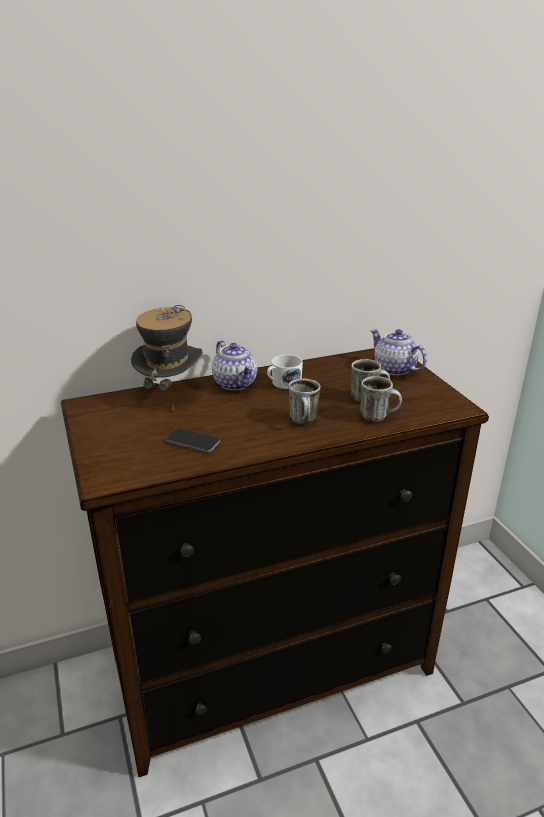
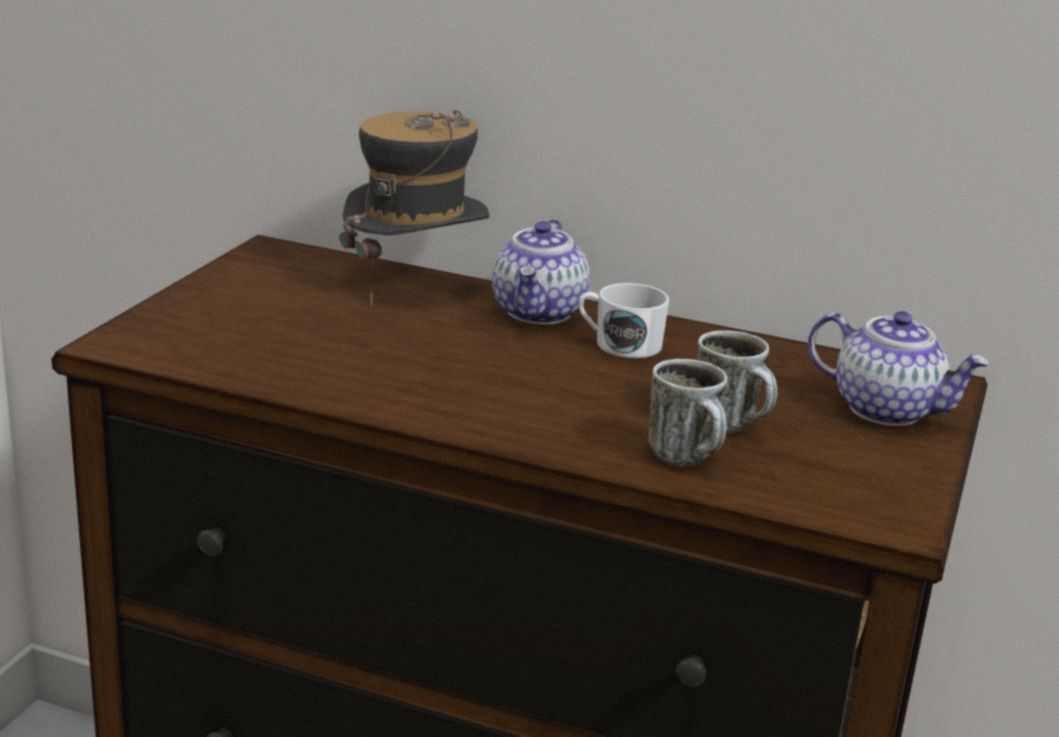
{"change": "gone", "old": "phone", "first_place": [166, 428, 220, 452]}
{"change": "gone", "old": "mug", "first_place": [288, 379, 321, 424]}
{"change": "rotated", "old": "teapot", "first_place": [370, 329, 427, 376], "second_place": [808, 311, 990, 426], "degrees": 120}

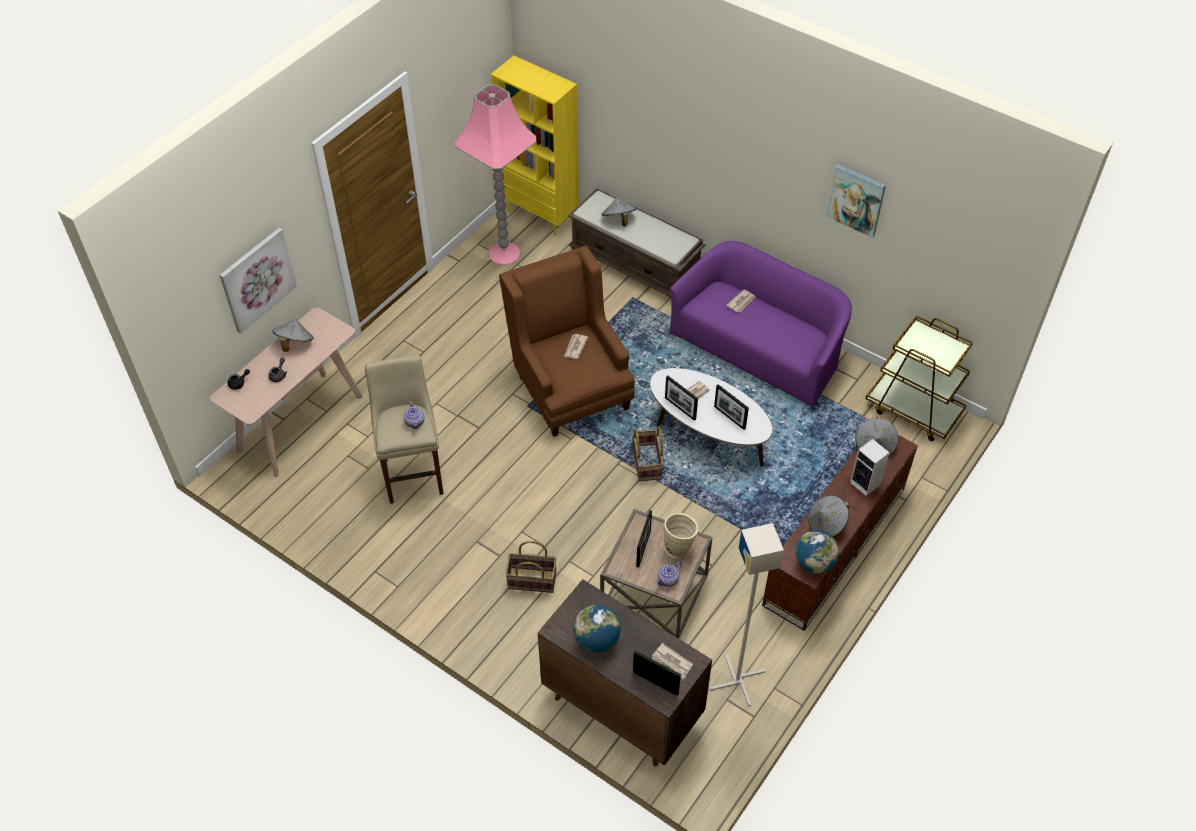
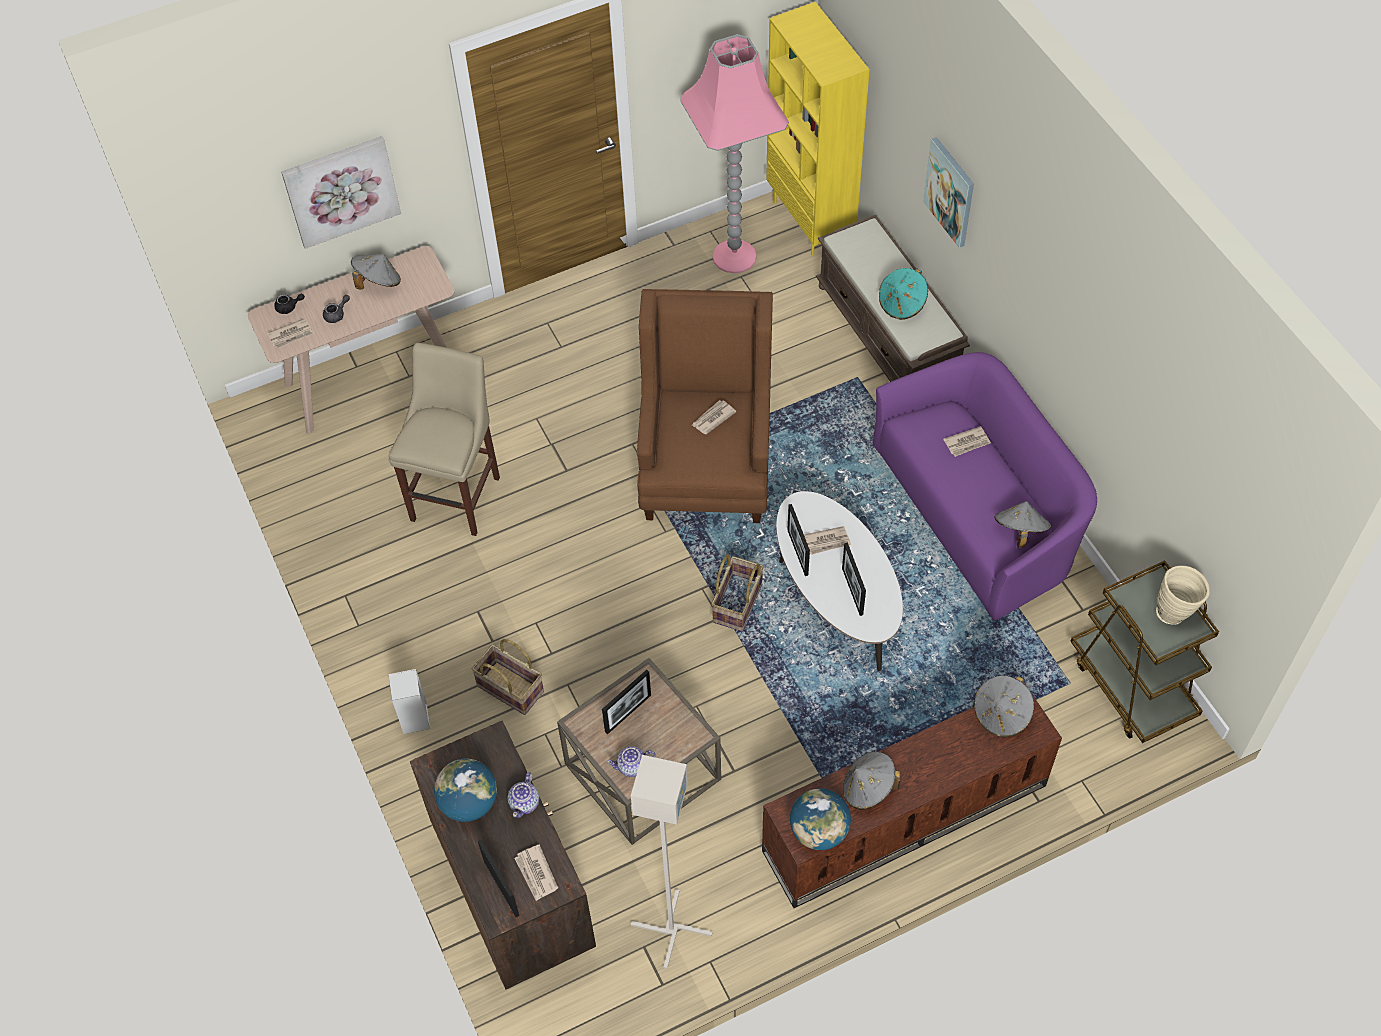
{"change": "new", "new": "newspaper", "second_place": [267, 318, 314, 349]}
{"change": "new", "new": "hat in turquoise", "second_place": [879, 268, 928, 320]}
{"change": "shifted", "old": "teapot", "first_place": [403, 402, 424, 429], "second_place": [507, 772, 539, 818]}
{"change": "shifted", "old": "hat in grey", "first_place": [601, 198, 637, 227], "second_place": [995, 501, 1051, 548]}
{"change": "shifted", "old": "vase in beige", "first_place": [664, 513, 698, 558], "second_place": [1156, 566, 1210, 625]}
{"change": "shifted", "old": "picture", "first_place": [826, 164, 886, 238], "second_place": [923, 137, 974, 248]}
{"change": "shifted", "old": "speaker", "first_place": [850, 439, 890, 496], "second_place": [388, 669, 431, 734]}

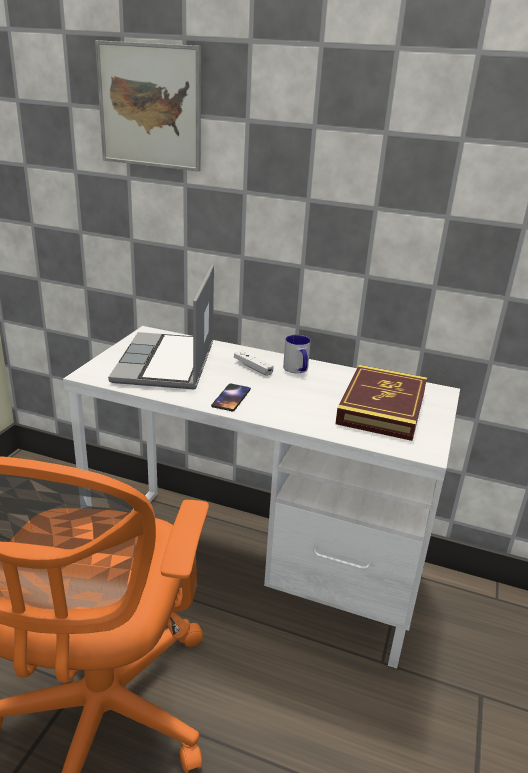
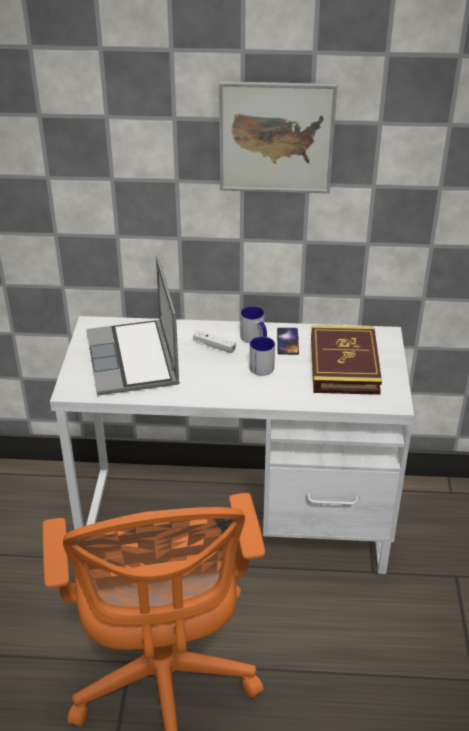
{"change": "new", "new": "mug", "second_place": [250, 336, 275, 376]}
{"change": "shifted", "old": "picture", "first_place": [95, 40, 201, 171], "second_place": [219, 81, 337, 194]}
{"change": "shifted", "old": "phone", "first_place": [211, 383, 251, 411], "second_place": [277, 328, 299, 355]}

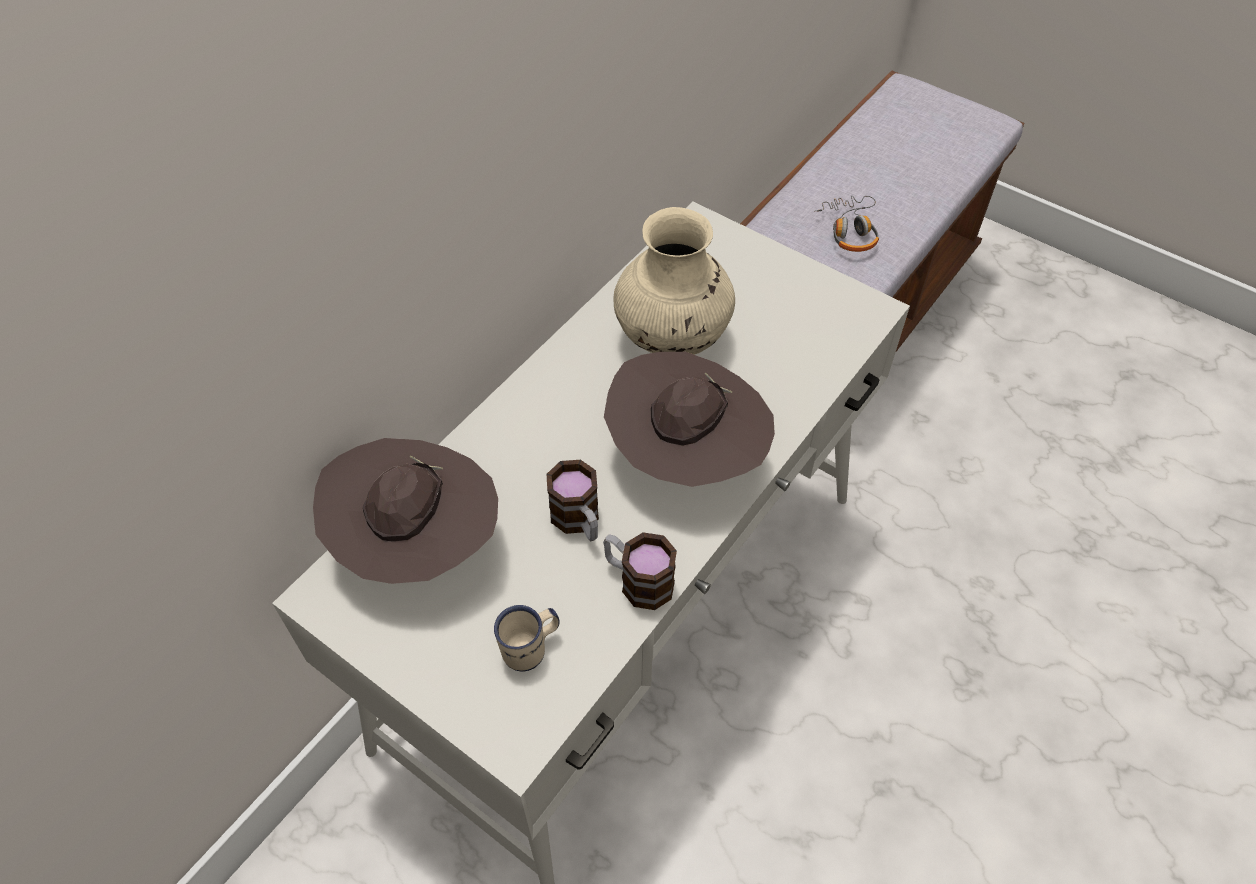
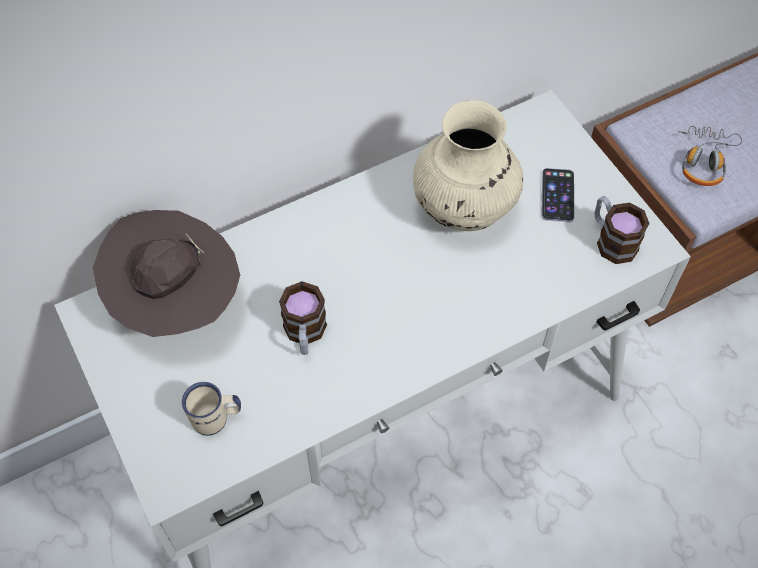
{"change": "gone", "old": "hat in brown", "first_place": [604, 352, 775, 487]}
{"change": "new", "new": "phone", "second_place": [542, 168, 574, 222]}
{"change": "shifted", "old": "mug", "first_place": [603, 532, 677, 610], "second_place": [594, 196, 649, 264]}

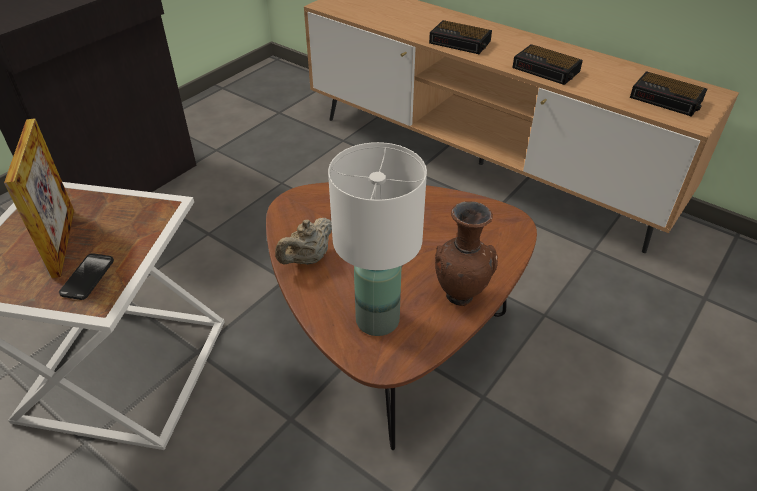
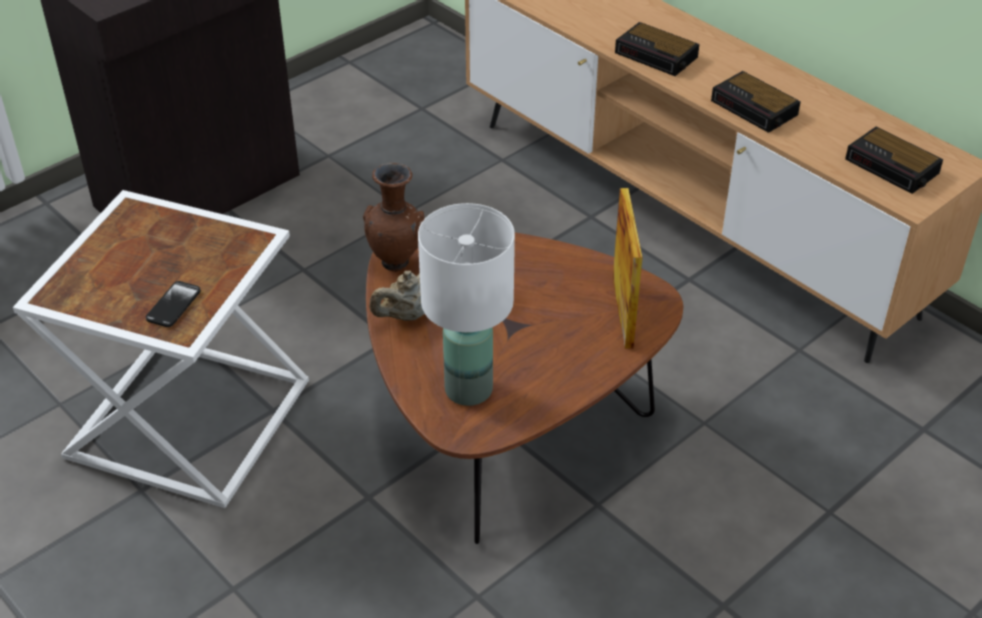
{"change": "shifted", "old": "picture frame", "first_place": [4, 118, 74, 278], "second_place": [613, 188, 643, 349]}
{"change": "shifted", "old": "vase in brown", "first_place": [435, 201, 498, 306], "second_place": [363, 163, 425, 272]}

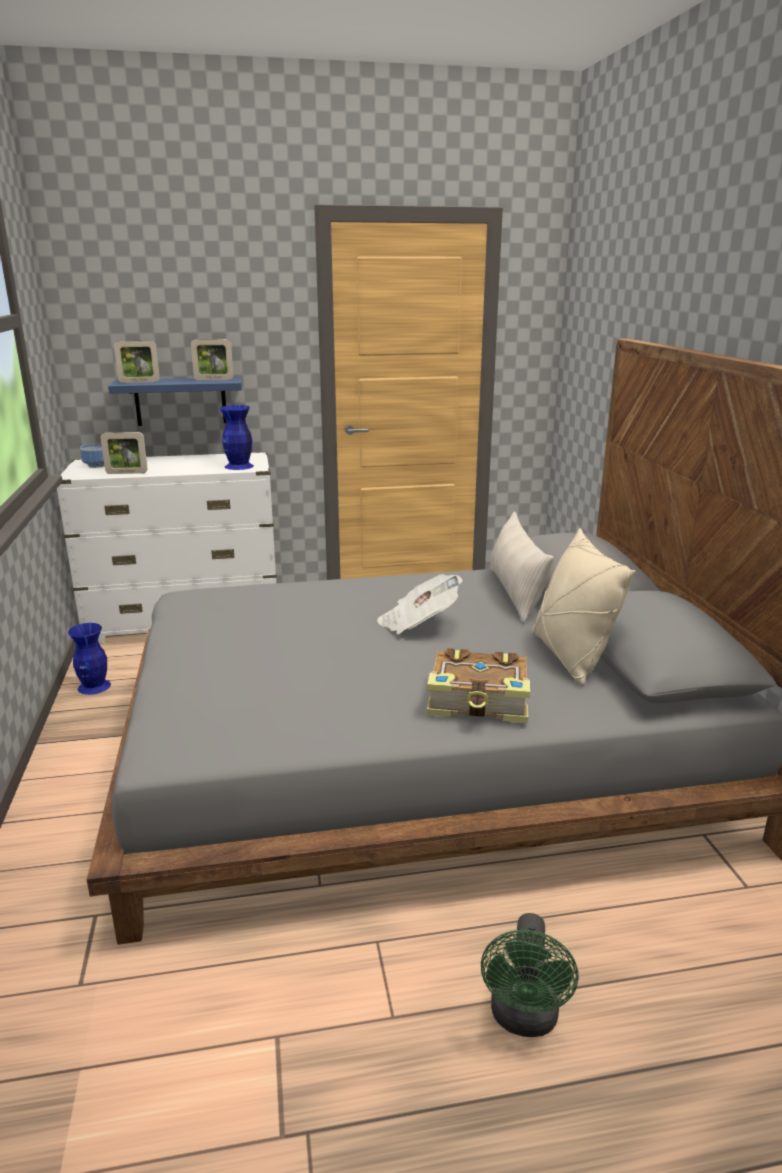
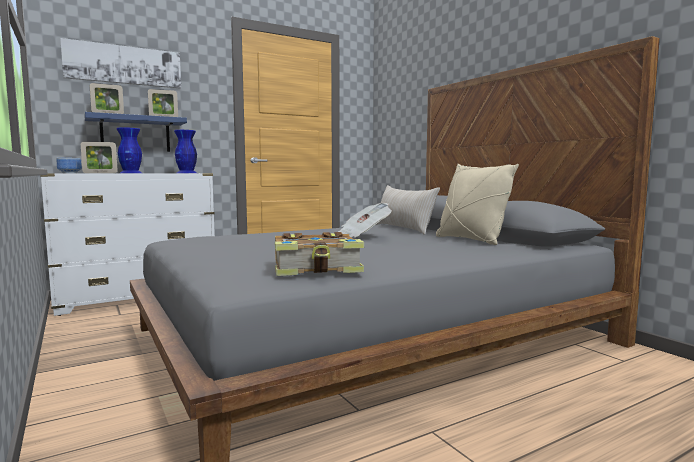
{"change": "gone", "old": "fan in green", "first_place": [481, 913, 578, 1037]}
{"change": "new", "new": "picture", "second_place": [60, 38, 181, 89]}
{"change": "shifted", "old": "vase in blue", "first_place": [68, 623, 111, 695], "second_place": [117, 127, 142, 173]}
{"change": "shifted", "old": "book", "first_place": [427, 648, 530, 723], "second_place": [275, 232, 364, 276]}

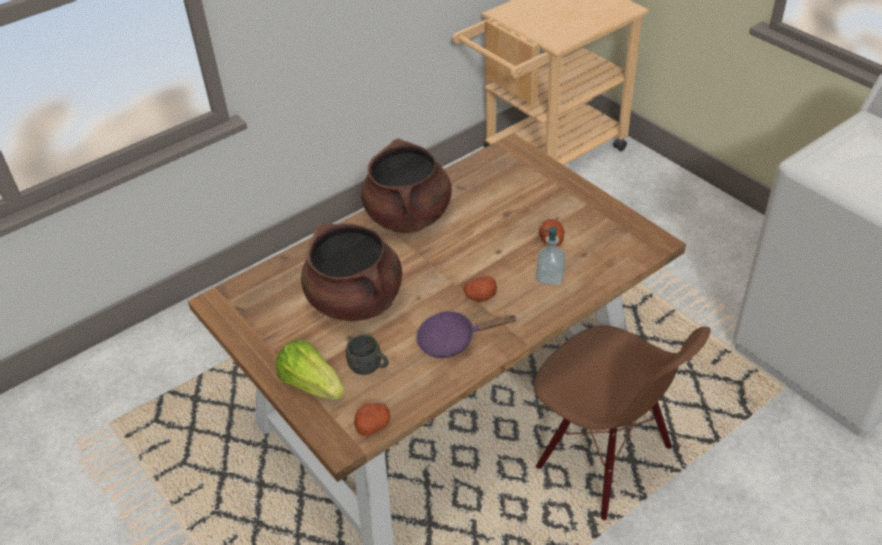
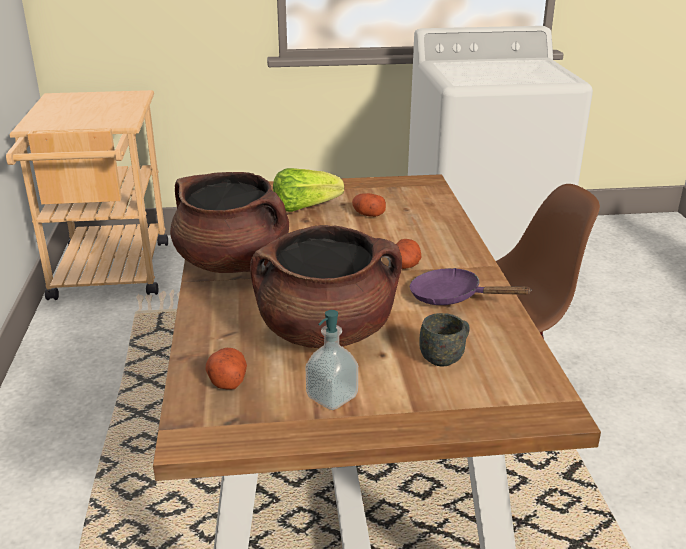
{"change": "shifted", "old": "lettuce", "first_place": [276, 340, 345, 400], "second_place": [273, 168, 344, 212]}
{"change": "shifted", "old": "potato", "first_place": [354, 403, 391, 436], "second_place": [205, 348, 247, 390]}
{"change": "shifted", "old": "soap dispenser", "first_place": [536, 227, 566, 285], "second_place": [305, 310, 358, 410]}
{"change": "rotated", "old": "frying pan in purple", "first_place": [416, 312, 517, 358], "second_place": [410, 268, 532, 305], "degrees": 90}

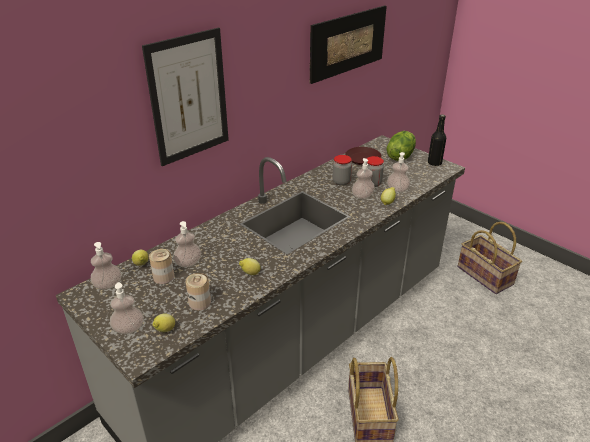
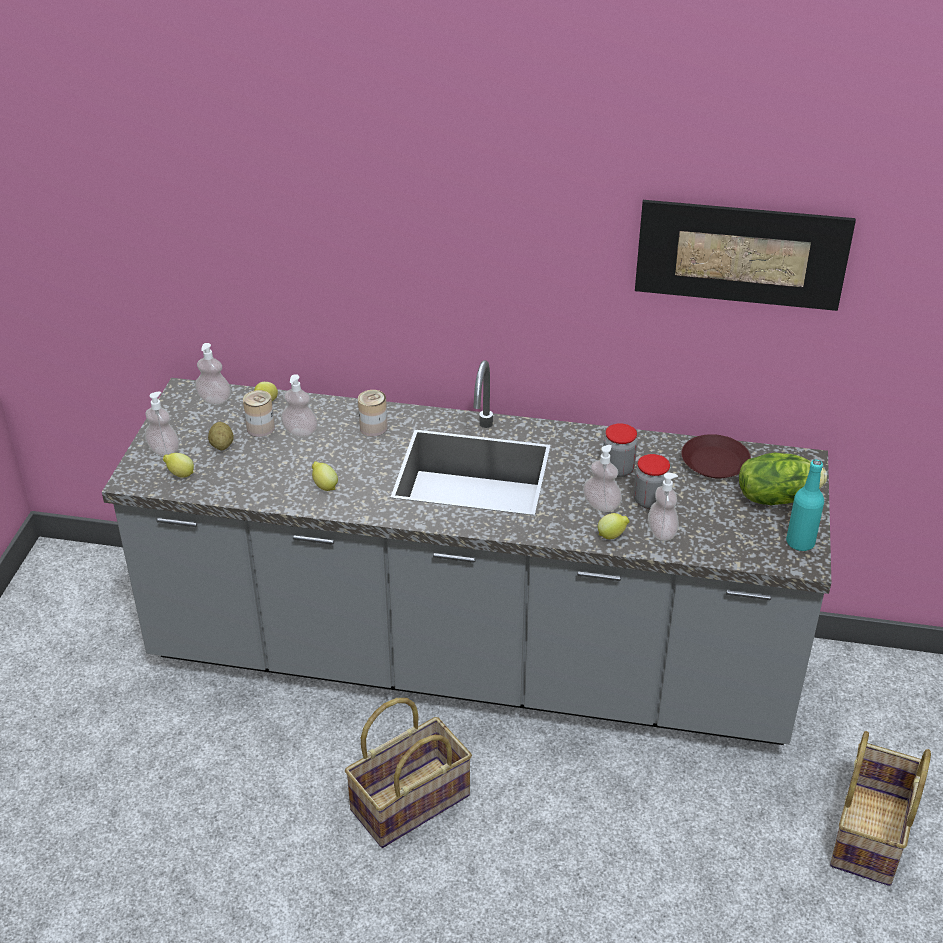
{"change": "gone", "old": "picture", "first_place": [142, 27, 229, 166]}
{"change": "new", "new": "potato", "second_place": [208, 422, 234, 450]}
{"change": "shifted", "old": "can", "first_place": [185, 273, 211, 310], "second_place": [358, 390, 388, 436]}
{"change": "repainted", "old": "bottle in black", "new": "bottle in turquoise", "first_place": [428, 114, 446, 166], "second_place": [786, 459, 824, 551]}

